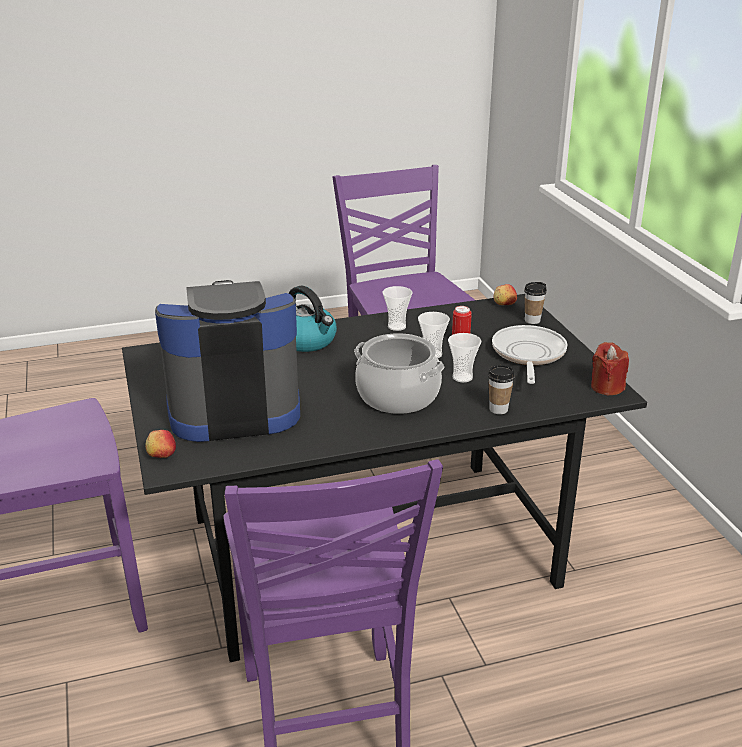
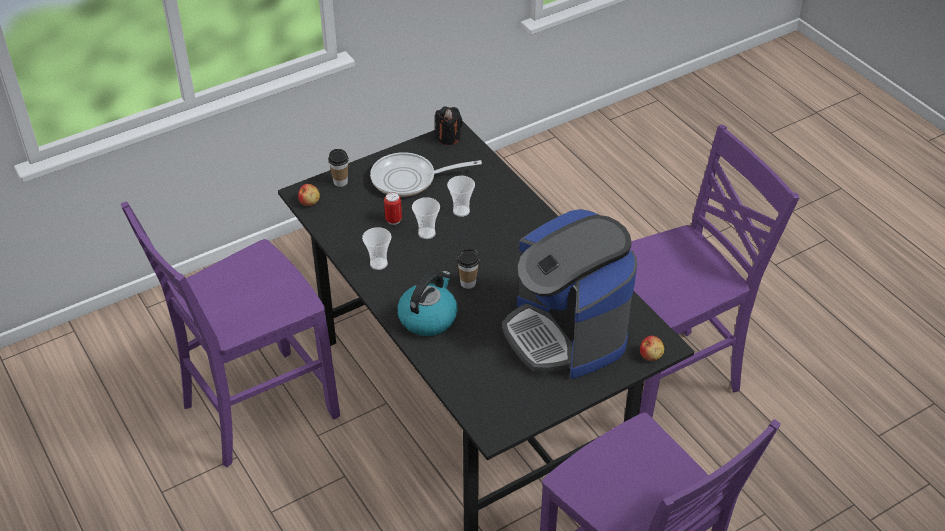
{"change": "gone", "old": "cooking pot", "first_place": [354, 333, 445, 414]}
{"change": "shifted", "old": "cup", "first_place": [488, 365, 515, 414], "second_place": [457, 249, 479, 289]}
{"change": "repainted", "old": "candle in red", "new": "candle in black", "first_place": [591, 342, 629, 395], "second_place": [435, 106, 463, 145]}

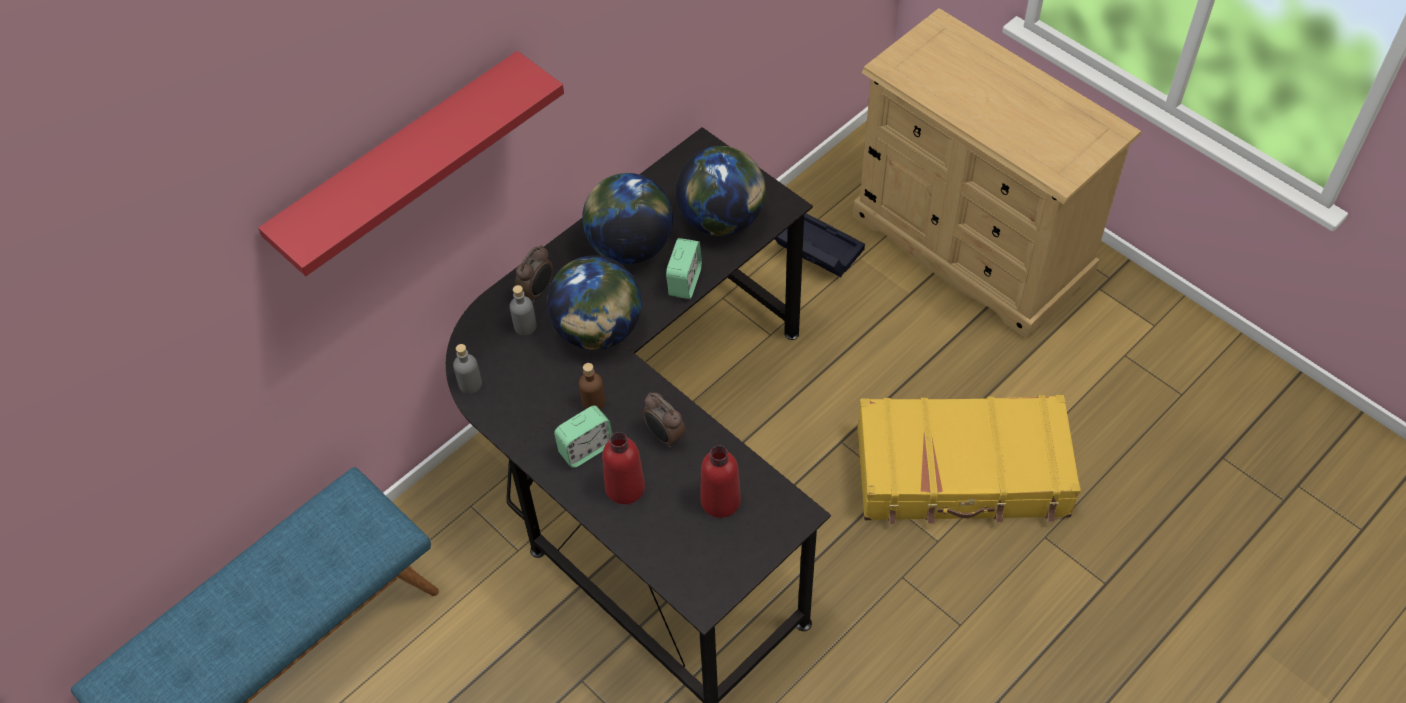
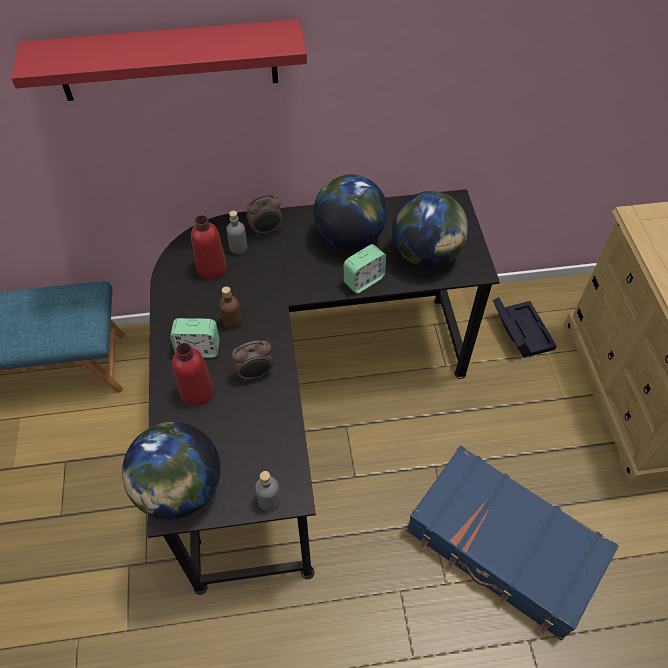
{"change": "shifted", "old": "bottle in grey", "first_place": [453, 344, 482, 394], "second_place": [255, 471, 281, 512]}
{"change": "shifted", "old": "globe", "first_place": [547, 255, 642, 350], "second_place": [122, 422, 221, 520]}
{"change": "shifted", "old": "bottle in red", "first_place": [700, 445, 741, 518], "second_place": [191, 215, 227, 279]}
{"change": "repainted", "old": "suitcase in yellow", "new": "suitcase in blue", "first_place": [857, 395, 1081, 524], "second_place": [407, 445, 619, 640]}
{"change": "rotated", "old": "alarm clock", "first_place": [642, 392, 686, 448], "second_place": [232, 340, 273, 382], "degrees": -105}

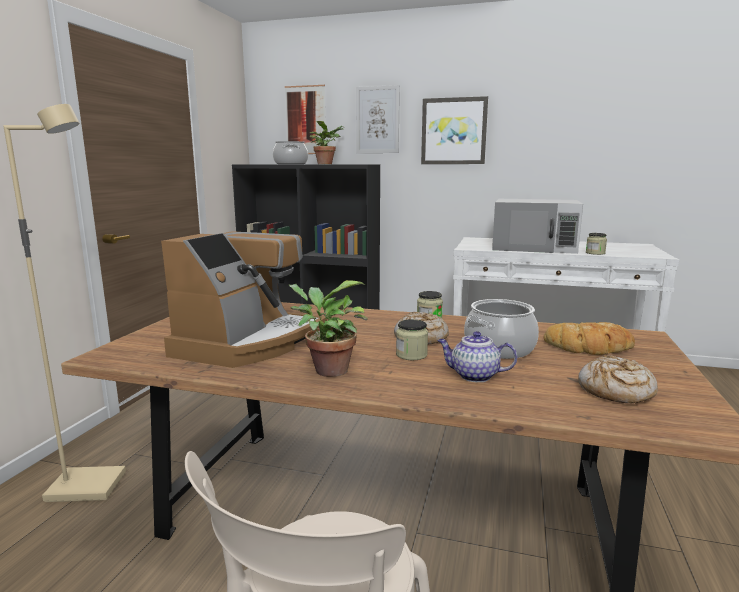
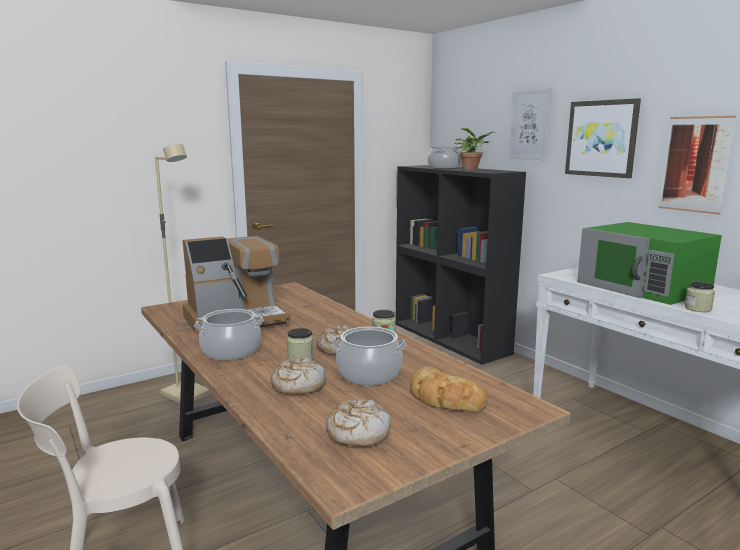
{"change": "shifted", "old": "picture", "first_place": [284, 85, 326, 154], "second_place": [658, 116, 736, 215]}
{"change": "swapped", "old": "potted plant", "new": "cooking pot", "first_place": [289, 280, 368, 377], "second_place": [194, 309, 264, 360]}
{"change": "swapped", "old": "teapot", "new": "bread", "first_place": [437, 331, 517, 382], "second_place": [270, 357, 325, 394]}
{"change": "repainted", "old": "microwave in white", "new": "microwave in green", "first_place": [492, 199, 583, 254], "second_place": [577, 222, 722, 305]}

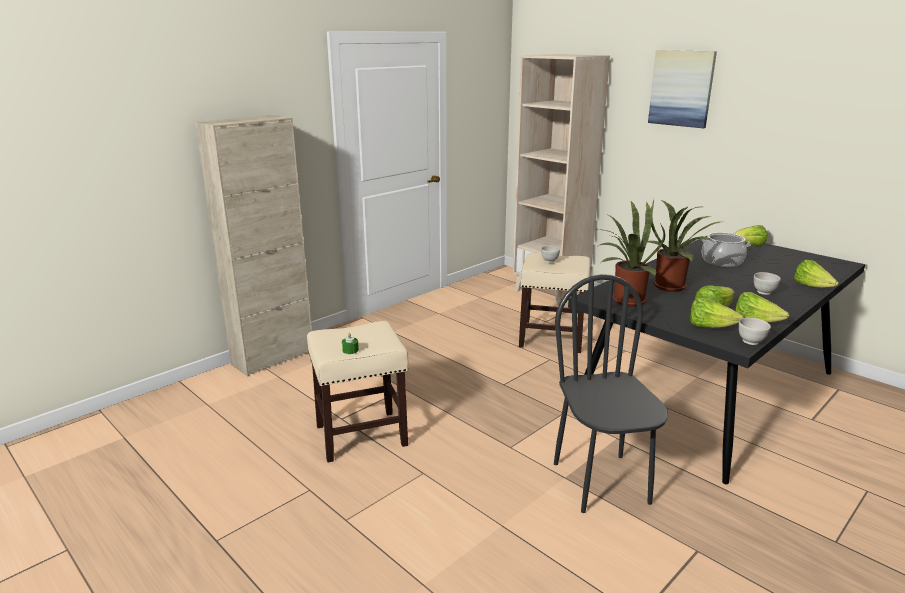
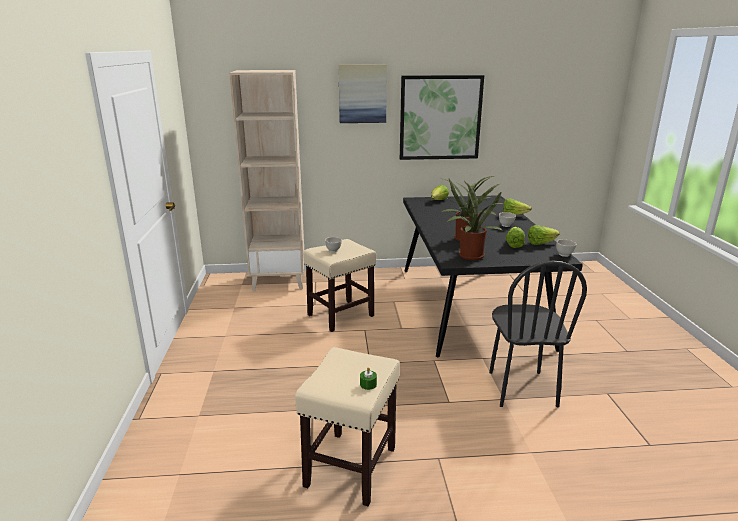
{"change": "gone", "old": "cabinet in beige", "first_place": [195, 115, 312, 376]}
{"change": "gone", "old": "lettuce", "first_place": [690, 297, 744, 328]}
{"change": "gone", "old": "cooking pot", "first_place": [701, 232, 751, 267]}
{"change": "new", "new": "picture", "second_place": [400, 75, 484, 160]}
{"change": "rotated", "old": "chair in black", "first_place": [554, 274, 668, 513], "second_place": [489, 261, 587, 407], "degrees": -120}

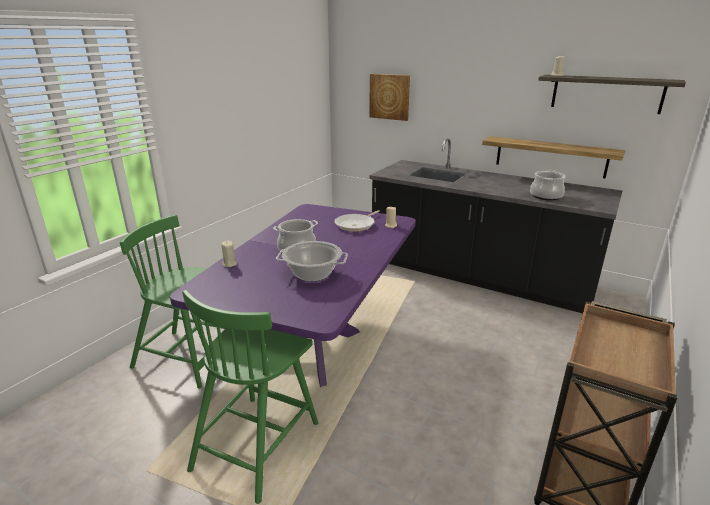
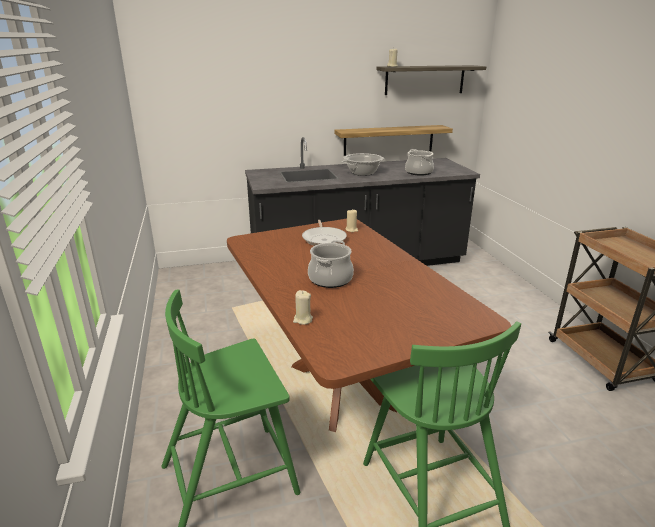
{"change": "gone", "old": "picture", "first_place": [369, 74, 410, 121]}
{"change": "shifted", "old": "cooking pot", "first_place": [276, 241, 348, 282], "second_place": [342, 153, 385, 176]}
{"change": "repainted", "old": "dining table in purple", "new": "dining table in brown", "first_place": [170, 204, 416, 387], "second_place": [227, 219, 511, 432]}

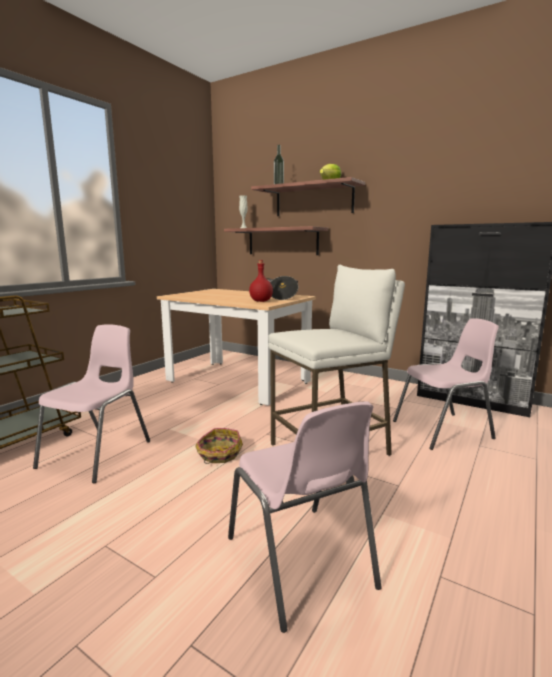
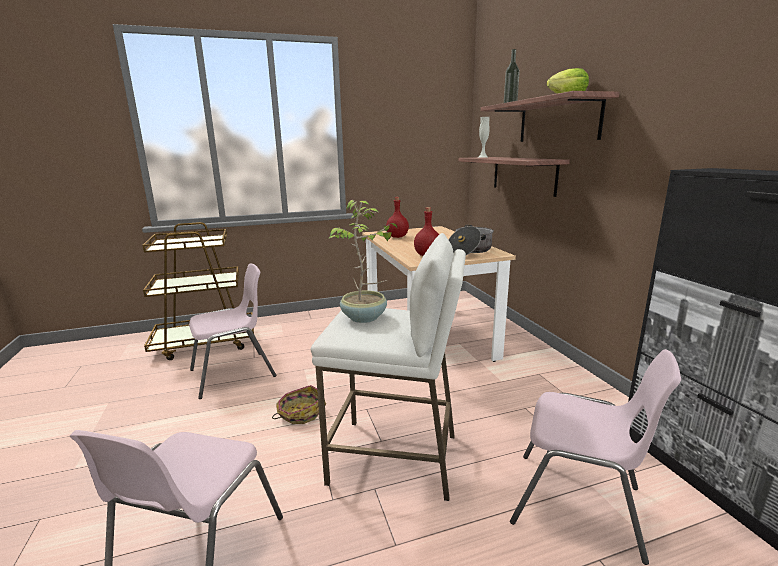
{"change": "new", "new": "potted plant", "second_place": [328, 200, 397, 323]}
{"change": "new", "new": "bottle in red", "second_place": [386, 197, 409, 238]}

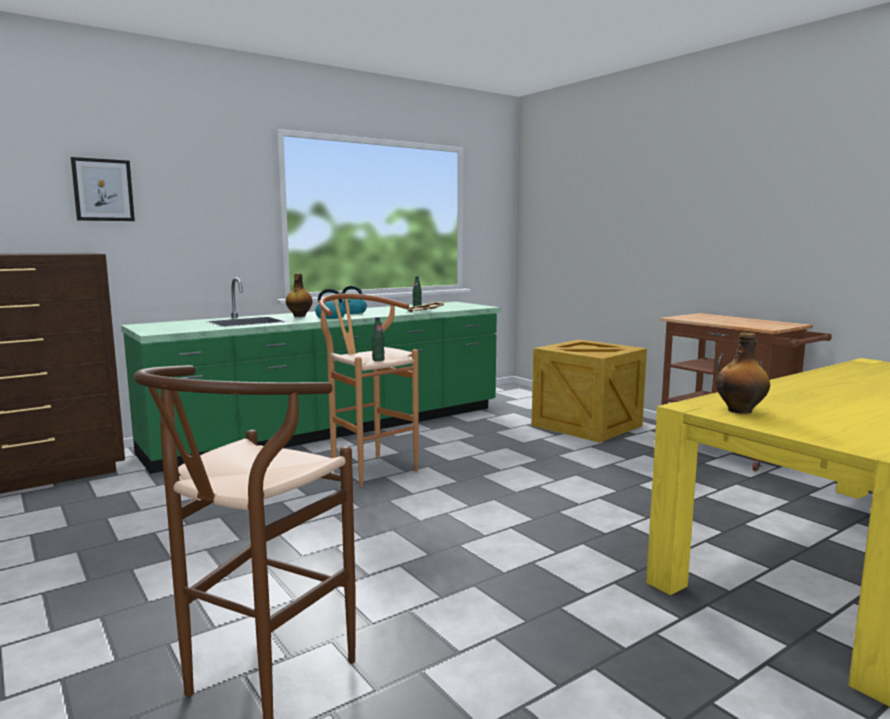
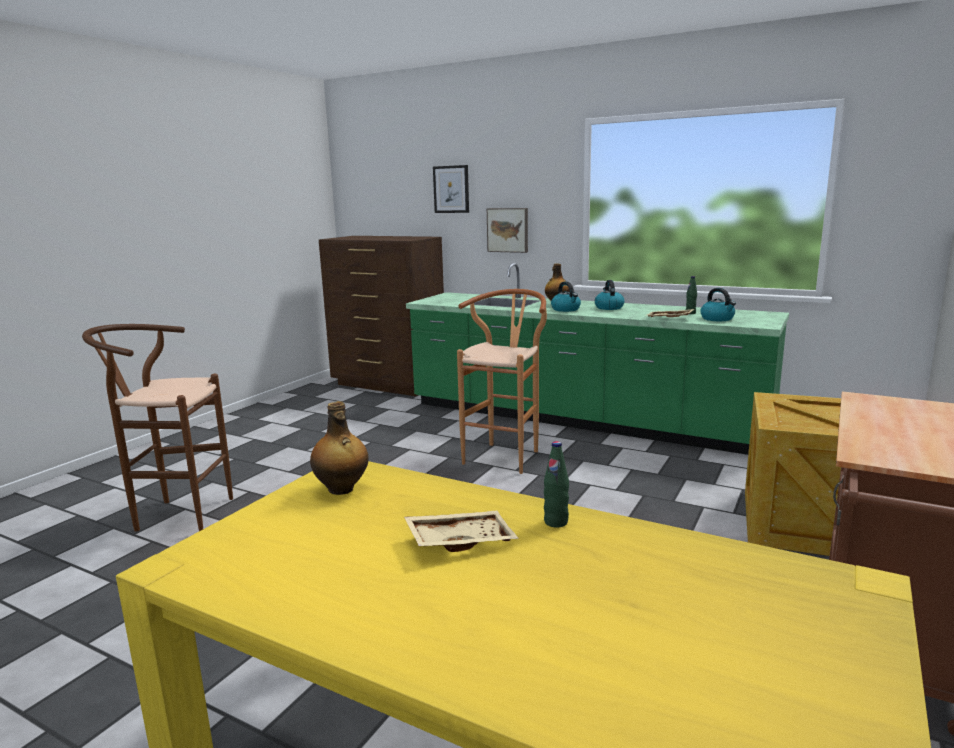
{"change": "new", "new": "tray in beige", "second_place": [404, 511, 519, 552]}
{"change": "new", "new": "picture", "second_place": [487, 208, 528, 253]}
{"change": "new", "new": "kettle", "second_place": [700, 288, 736, 321]}
{"change": "shifted", "old": "bottle in green", "first_place": [372, 317, 385, 361], "second_place": [544, 441, 569, 528]}

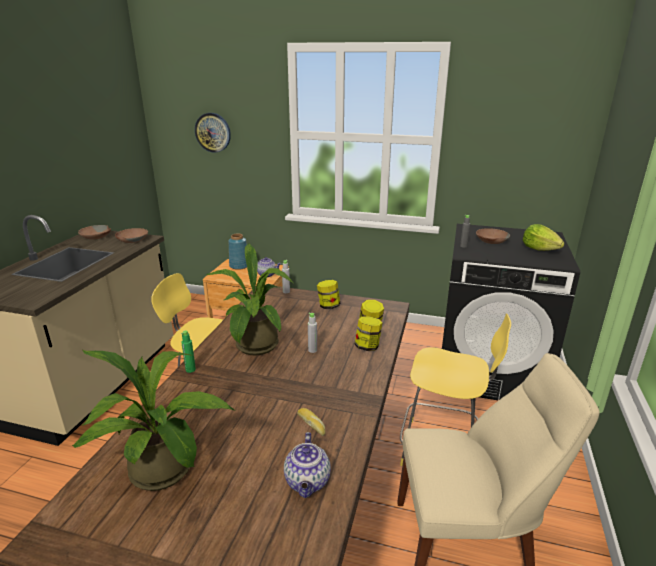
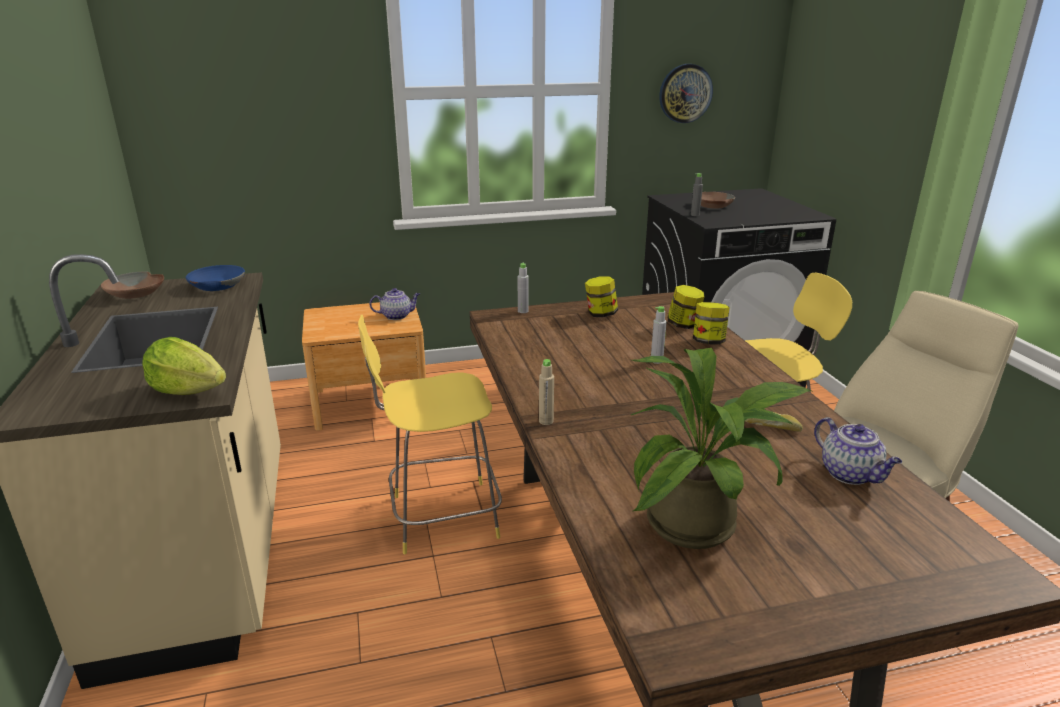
{"change": "gone", "old": "potted plant", "first_place": [207, 243, 293, 355]}
{"change": "gone", "old": "vase in blue", "first_place": [228, 234, 247, 270]}
{"change": "shifted", "old": "wall clock", "first_place": [195, 113, 231, 153], "second_place": [659, 64, 713, 123]}
{"change": "shifted", "old": "lettuce", "first_place": [523, 224, 564, 251], "second_place": [142, 337, 226, 395]}
{"change": "repainted", "old": "bowl in brown", "new": "bowl in blue", "first_place": [115, 228, 148, 243], "second_place": [186, 265, 245, 291]}
{"change": "repainted", "old": "bottle in green", "new": "bottle in beige", "first_place": [181, 330, 196, 373], "second_place": [539, 359, 554, 425]}

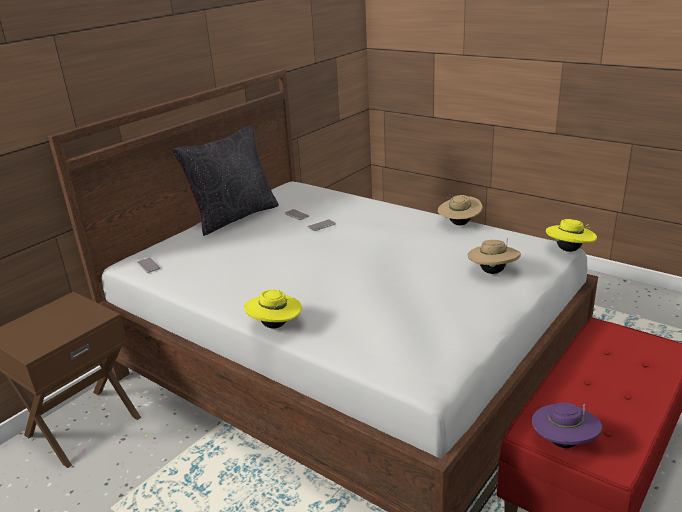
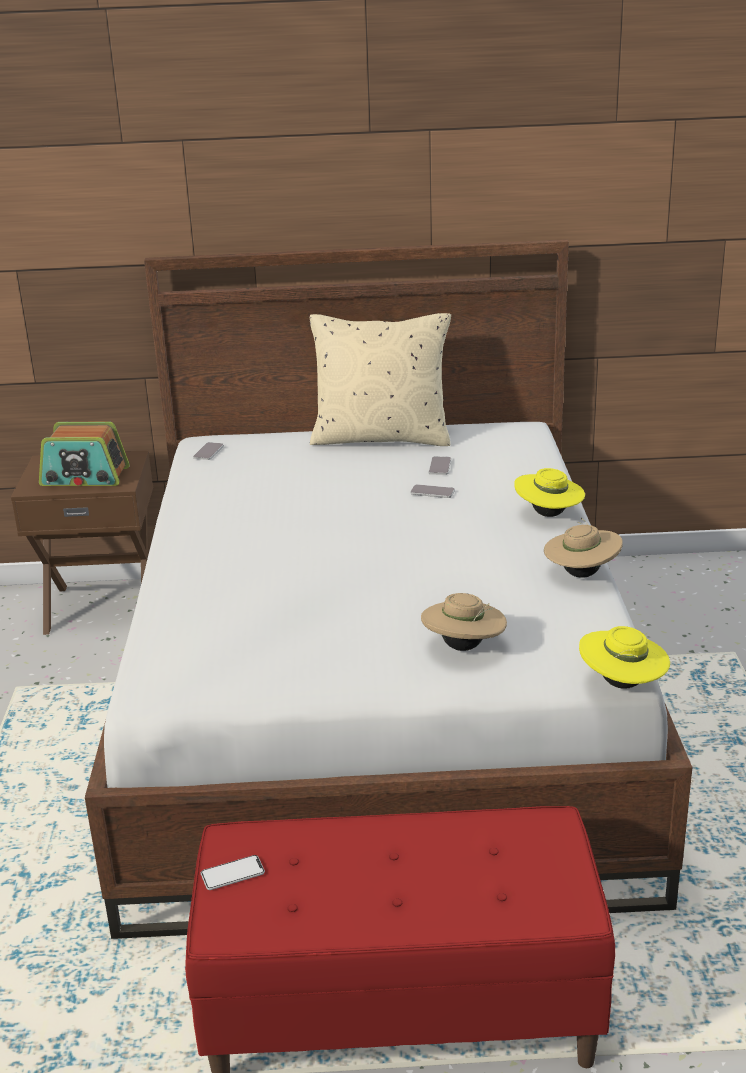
{"change": "new", "new": "radio", "second_place": [39, 421, 130, 486]}
{"change": "shifted", "old": "hat in yellow", "first_place": [244, 290, 302, 329], "second_place": [514, 468, 585, 517]}
{"change": "swapped", "old": "hat in purple", "new": "phone", "first_place": [532, 403, 602, 448], "second_place": [201, 855, 265, 890]}
{"change": "repainted", "old": "pillow in black", "new": "pillow in beige", "first_place": [173, 125, 279, 236], "second_place": [310, 313, 451, 446]}

